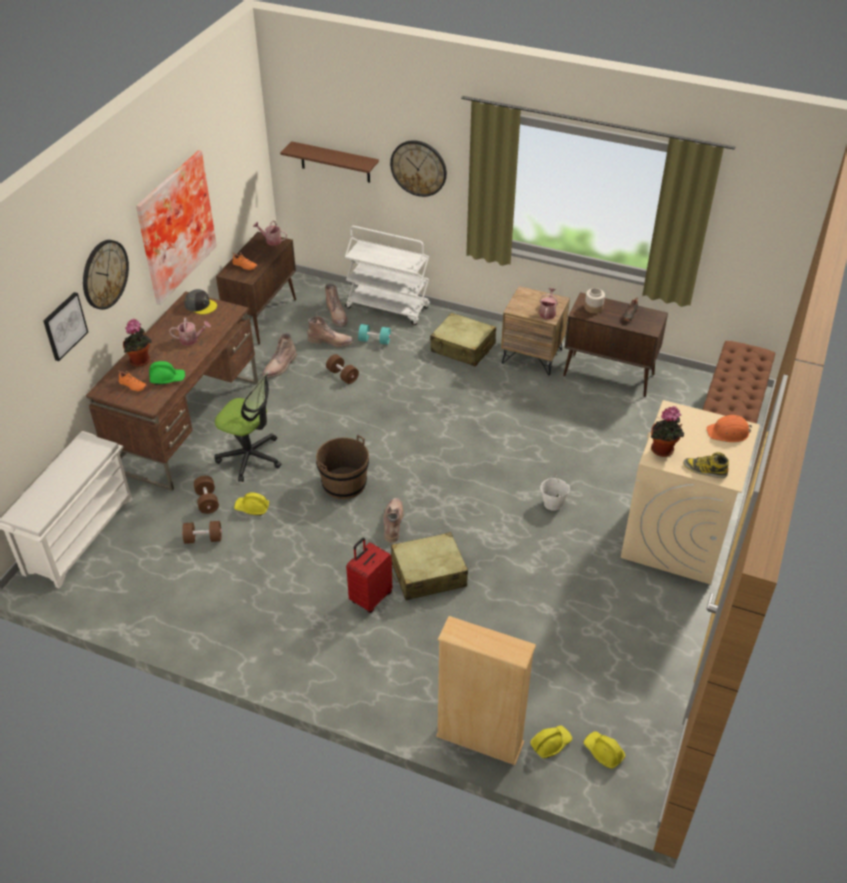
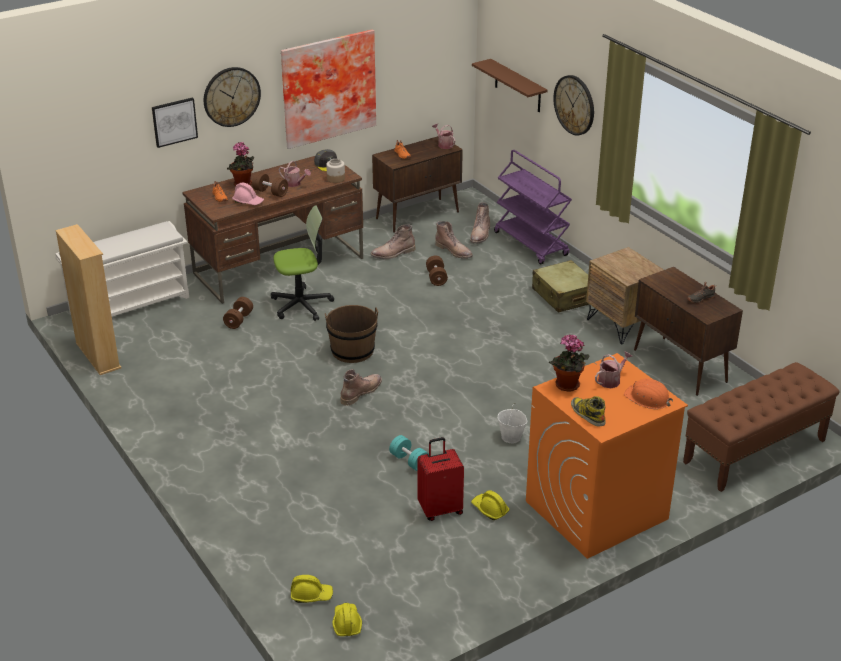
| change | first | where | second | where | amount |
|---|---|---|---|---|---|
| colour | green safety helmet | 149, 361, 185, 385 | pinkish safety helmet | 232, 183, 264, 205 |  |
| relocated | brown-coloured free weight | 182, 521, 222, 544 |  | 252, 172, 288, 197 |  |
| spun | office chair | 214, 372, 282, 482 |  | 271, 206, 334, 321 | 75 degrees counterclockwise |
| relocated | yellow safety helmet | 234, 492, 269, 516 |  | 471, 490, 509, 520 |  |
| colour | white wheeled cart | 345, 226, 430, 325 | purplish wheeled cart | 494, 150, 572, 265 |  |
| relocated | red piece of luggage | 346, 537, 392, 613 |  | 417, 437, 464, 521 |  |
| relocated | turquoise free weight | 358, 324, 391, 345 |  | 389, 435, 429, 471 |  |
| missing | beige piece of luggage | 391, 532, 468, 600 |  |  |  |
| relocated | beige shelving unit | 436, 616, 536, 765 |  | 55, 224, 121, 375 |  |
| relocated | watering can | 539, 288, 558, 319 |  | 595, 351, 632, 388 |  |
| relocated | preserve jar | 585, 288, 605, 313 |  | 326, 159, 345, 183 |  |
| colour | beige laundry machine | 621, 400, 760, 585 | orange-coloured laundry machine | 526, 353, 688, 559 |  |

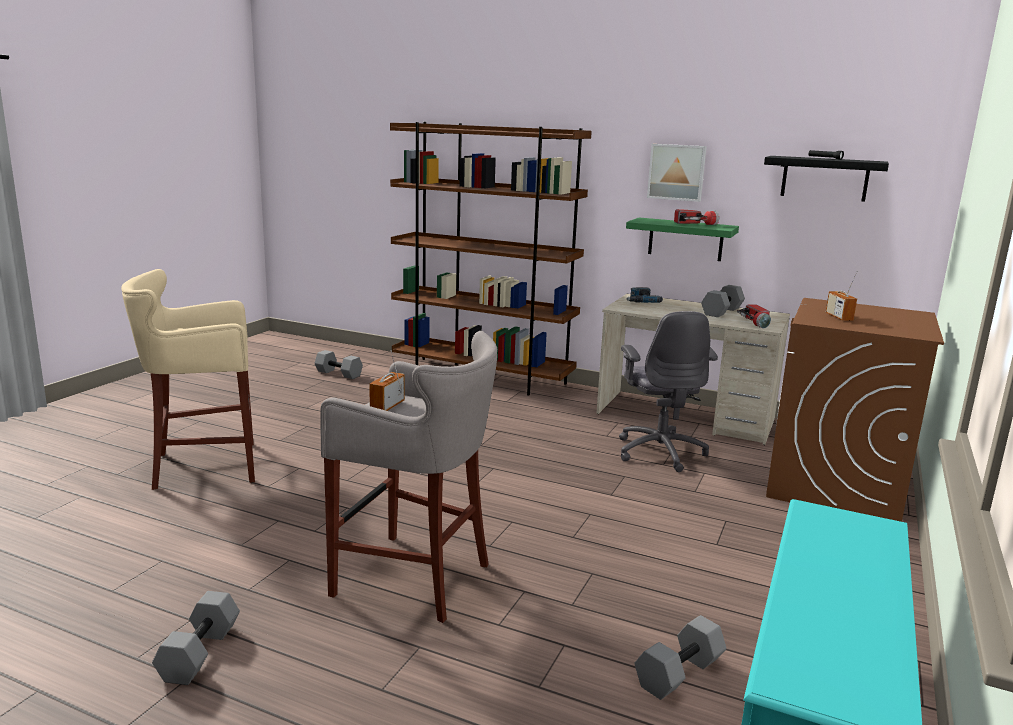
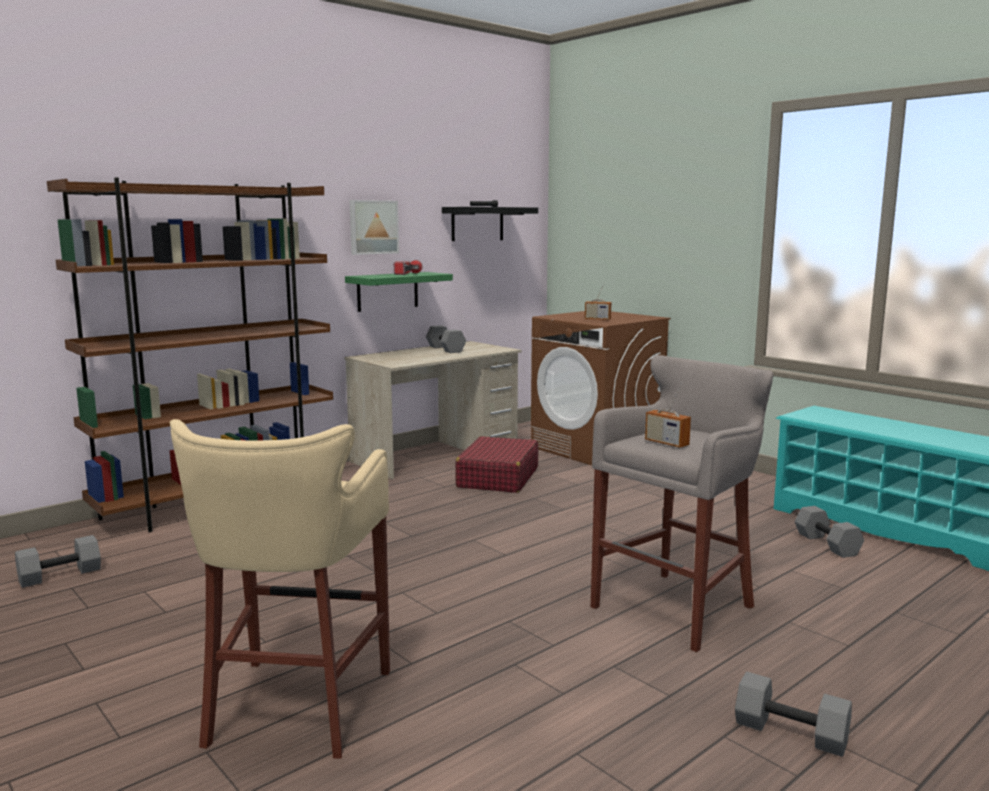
| change | first | where | second | where | amount |
|---|---|---|---|---|---|
| exchanged | gray office chair | 619, 311, 718, 472 | red piece of luggage | 455, 436, 538, 493 |  |
| missing | drill | 626, 287, 663, 303 |  |  |  |
| missing | flashlight | 737, 305, 771, 328 |  |  |  |

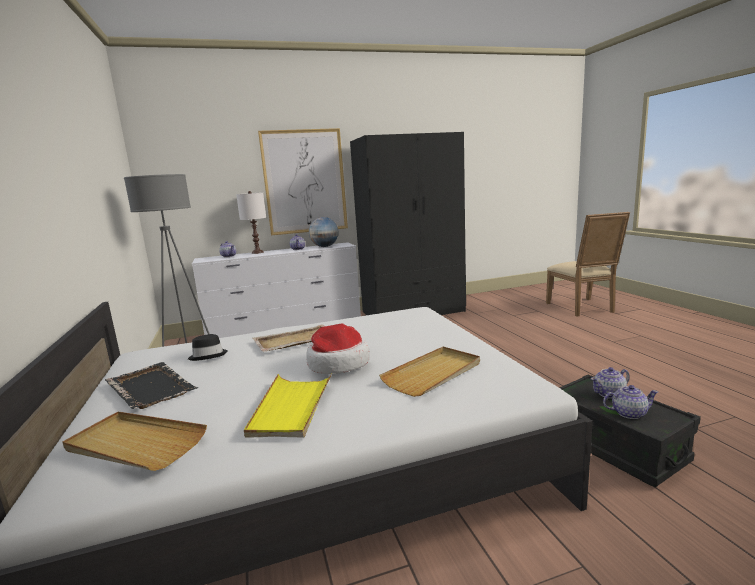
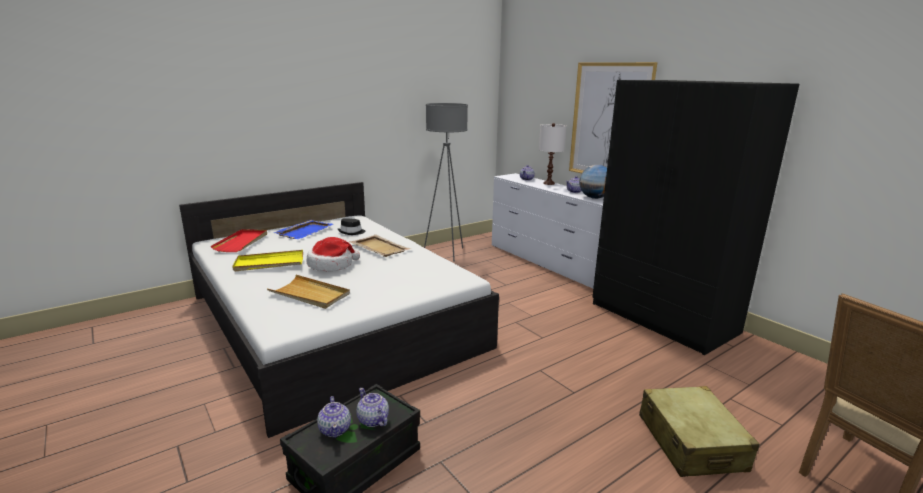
| change | first | where | second | where | amount |
|---|---|---|---|---|---|
| colour | beige serving tray | 63, 412, 207, 471 | red serving tray | 211, 229, 267, 252 |  |
| colour | blackish serving tray | 105, 362, 199, 409 | blue serving tray | 274, 220, 333, 239 |  |
| appeared |  |  | beige piece of luggage | 639, 386, 759, 477 |  |

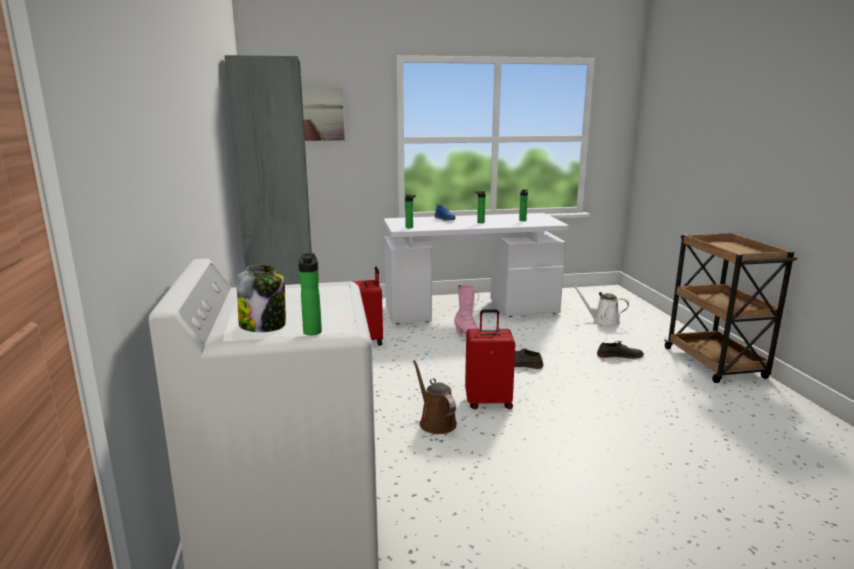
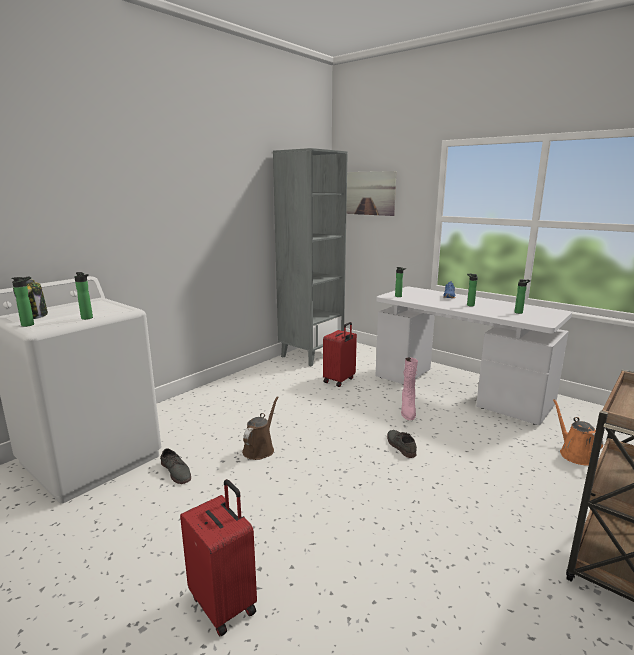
| change | first | where | second | where | amount |
|---|---|---|---|---|---|
| relocated | red piece of luggage | 465, 310, 516, 409 |  | 180, 479, 257, 636 |  |
| colour | white watering can | 572, 285, 629, 327 | orange-coloured watering can | 553, 399, 603, 465 |  |
| relocated | gray item of footwear | 597, 341, 644, 359 |  | 160, 448, 191, 484 |  |
| appeared |  |  | beverage bottle | 74, 272, 93, 320 |  |

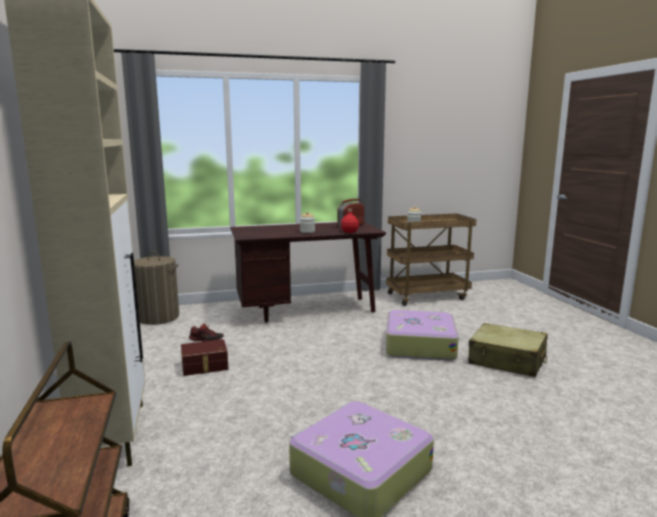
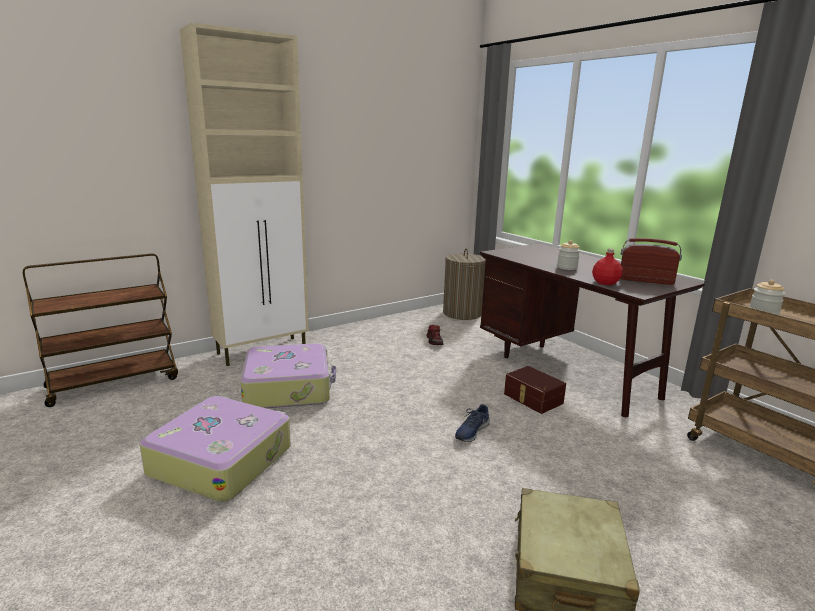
| change | first | where | second | where | amount |
|---|---|---|---|---|---|
| relocated | brown-coloured storage container | 181, 339, 228, 376 |  | 504, 366, 566, 414 |  |
| relocated | piece of luggage | 386, 310, 459, 360 |  | 240, 343, 336, 408 |  |
| appeared |  |  | blue item of footwear | 455, 404, 490, 442 |  |

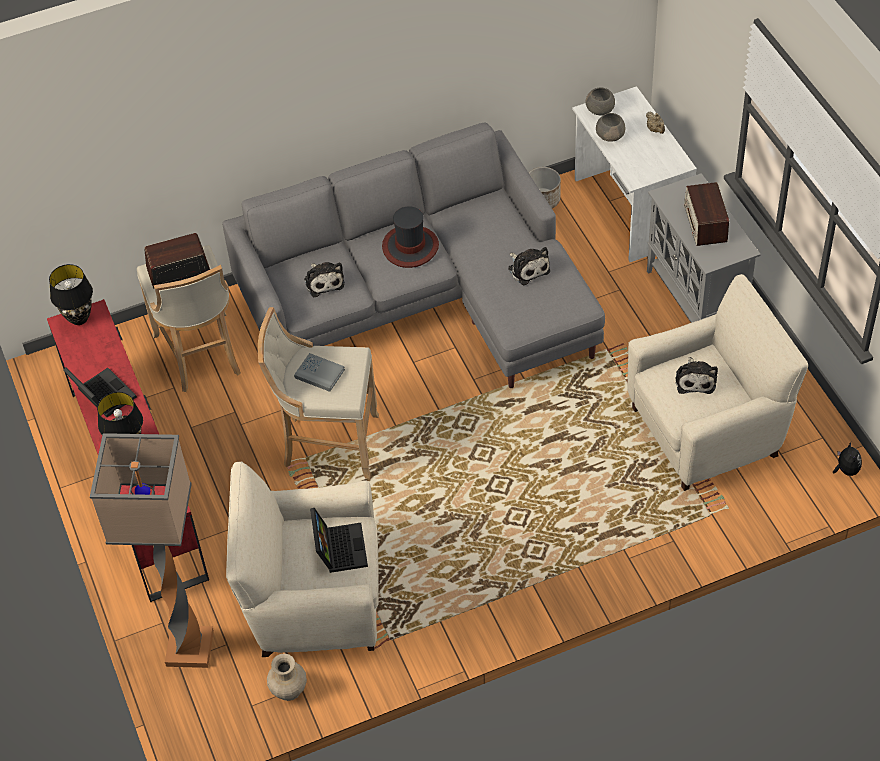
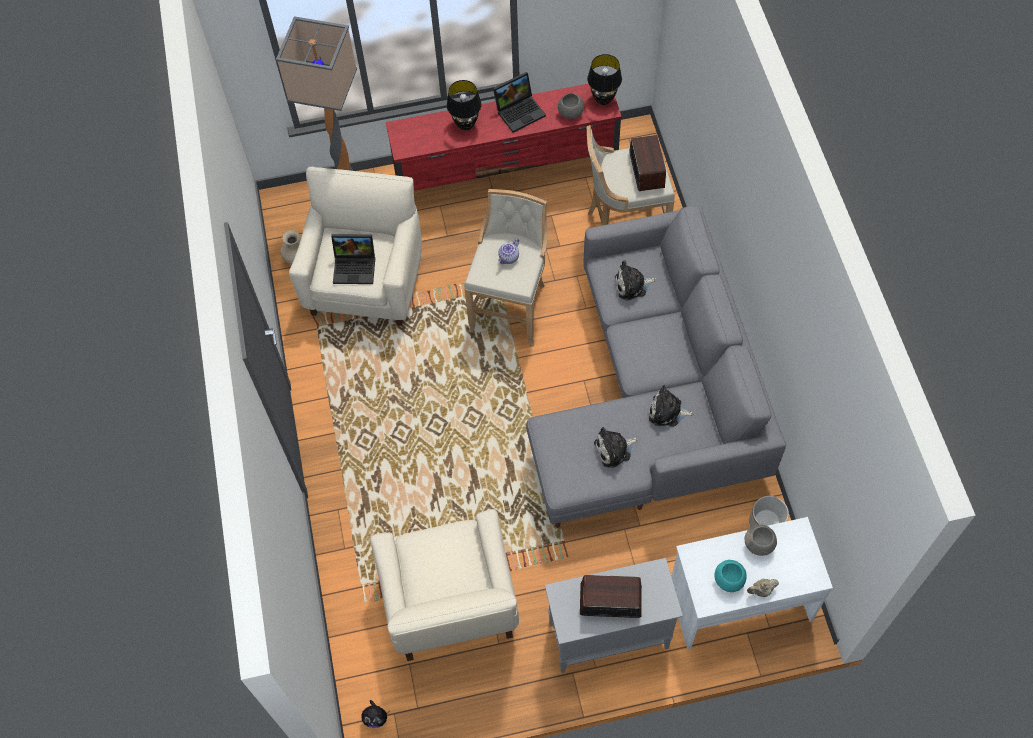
| change | first | where | second | where | amount |
|---|---|---|---|---|---|
| exchanged | gray volume | 294, 353, 345, 392 | tea pot | 498, 239, 519, 264 |  |
| missing | wearable hat | 382, 206, 439, 268 |  |  |  |
| relocated | gray deep dish | 586, 87, 615, 115 |  | 558, 93, 584, 119 |  |
| relocated | soft toy | 675, 357, 718, 394 |  | 649, 385, 694, 427 |  |
| appeared |  |  | turquoise deep dish | 714, 560, 747, 592 |  |

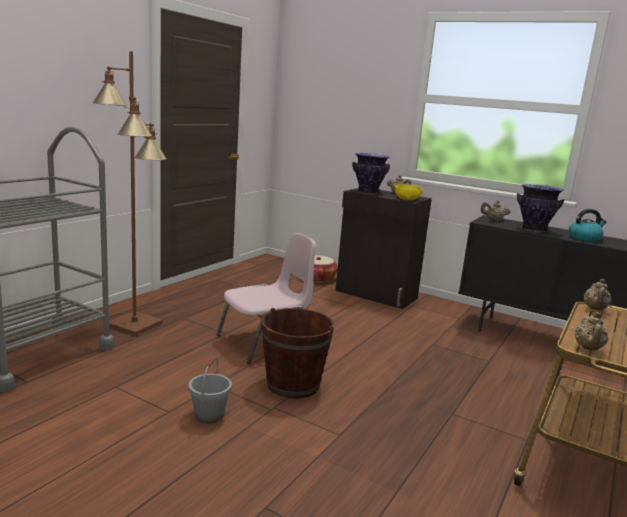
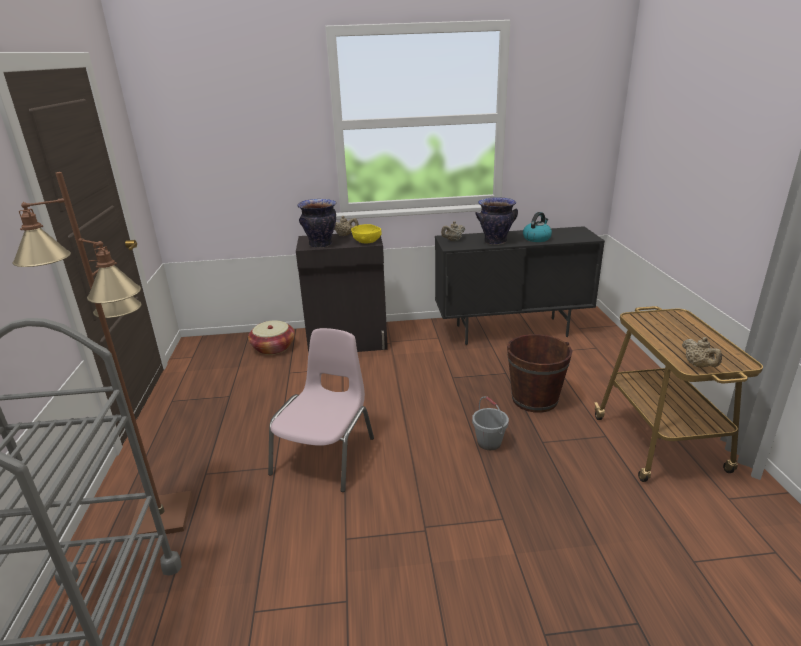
| change | first | where | second | where | amount |
|---|---|---|---|---|---|
| relocated | gray bucket | 189, 357, 232, 423 |  | 472, 396, 509, 450 |  |
| relocated | brown-coloured bucket | 261, 308, 335, 399 |  | 507, 334, 573, 413 |  |
| missing | beige tea pot | 584, 279, 611, 310 |  |  |  |

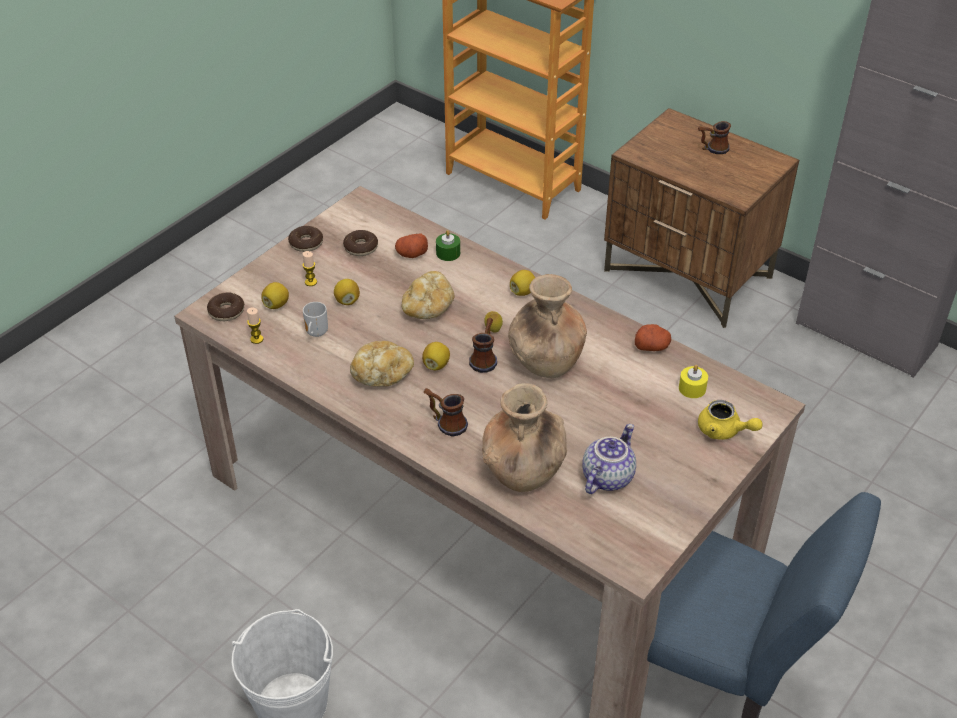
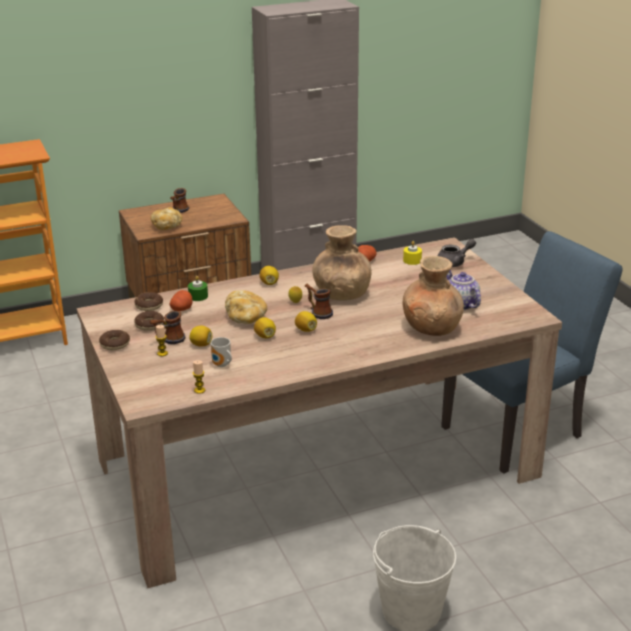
| change | first | where | second | where | amount |
|---|---|---|---|---|---|
| relocated | donut | 207, 292, 244, 321 |  | 134, 292, 163, 311 |  |
| relocated | whole lemon | 262, 282, 289, 309 |  | 254, 317, 276, 338 |  |
| relocated | baked bread | 350, 341, 414, 387 |  | 150, 207, 183, 230 |  |
| relocated | mug | 424, 388, 468, 437 |  | 149, 311, 185, 344 |  |
| colour | yellow tea pot | 698, 400, 763, 440 | gray tea pot | 437, 239, 476, 267 |  |

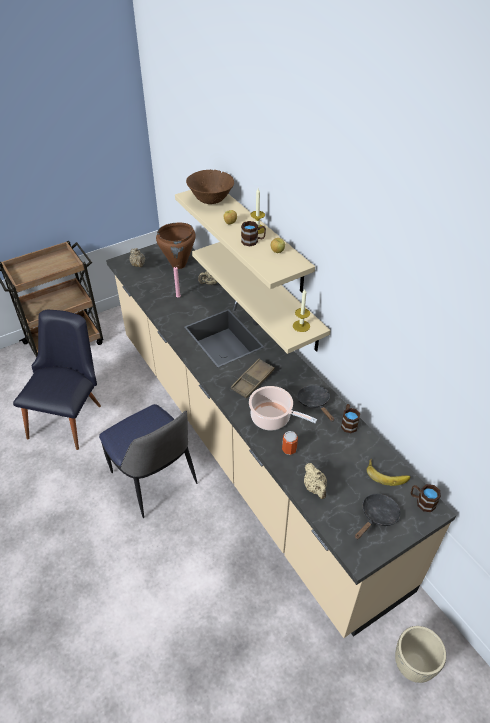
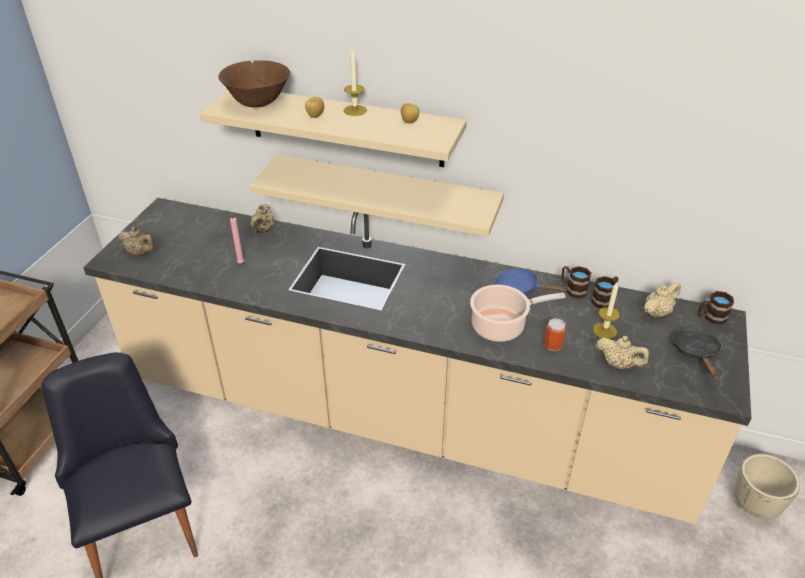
| change | first | where | second | where | amount |
|---|---|---|---|---|---|
| missing | plain chair | 99, 404, 198, 518 |  |  |  |
| missing | brown-coloured stockpot | 156, 223, 196, 269 |  |  |  |
| missing | brown-coloured serving tray | 231, 359, 275, 398 |  |  |  |
| relocated | brown-coloured mug | 241, 221, 266, 246 |  | 591, 276, 618, 308 |  |
| relocated | wax candle | 293, 289, 310, 332 |  | 593, 282, 620, 339 |  |
| colour | blackish frying pan | 297, 385, 334, 422 | blue frying pan | 495, 268, 569, 294 |  |
| exchanged | banana fruit | 367, 459, 410, 486 | beige tea pot | 644, 282, 681, 318 |  |

